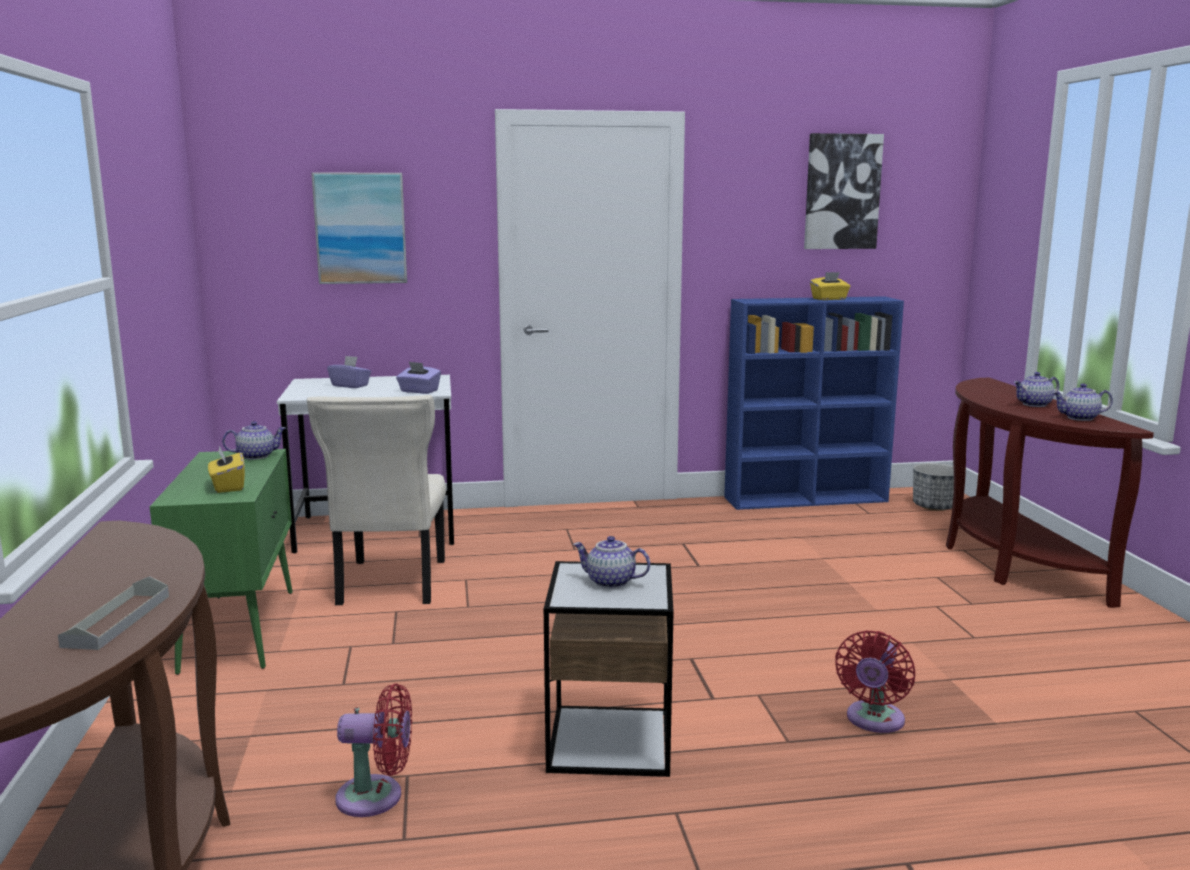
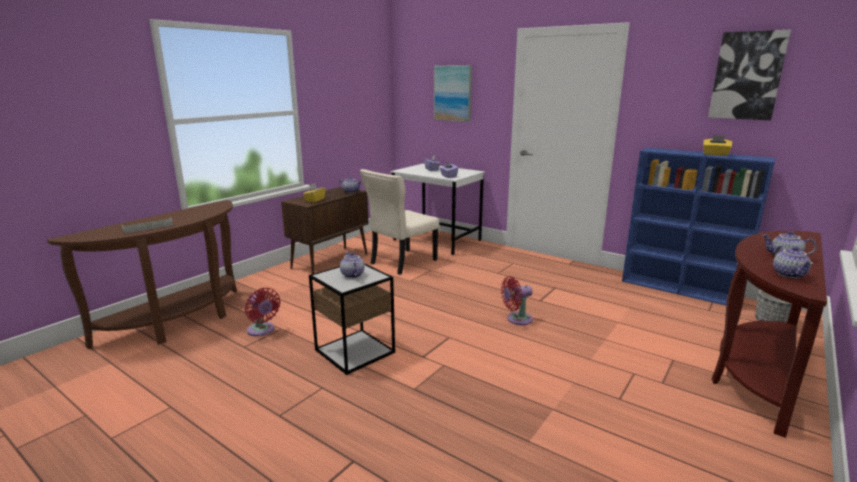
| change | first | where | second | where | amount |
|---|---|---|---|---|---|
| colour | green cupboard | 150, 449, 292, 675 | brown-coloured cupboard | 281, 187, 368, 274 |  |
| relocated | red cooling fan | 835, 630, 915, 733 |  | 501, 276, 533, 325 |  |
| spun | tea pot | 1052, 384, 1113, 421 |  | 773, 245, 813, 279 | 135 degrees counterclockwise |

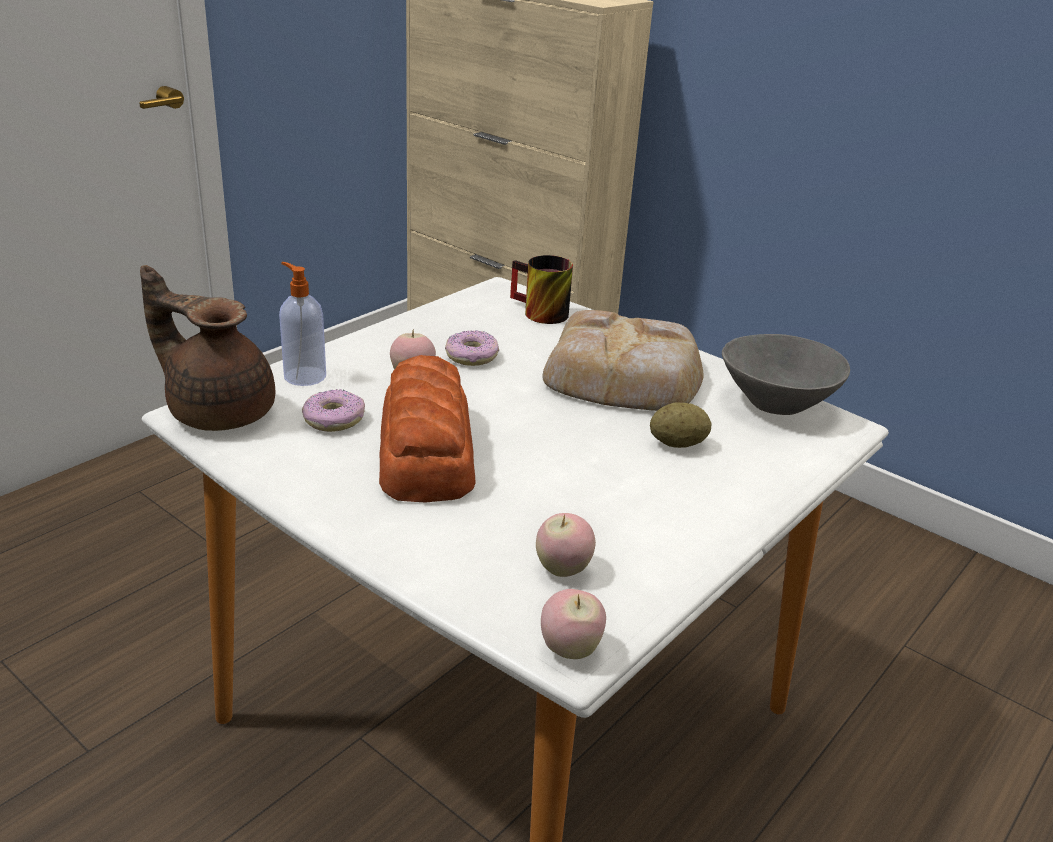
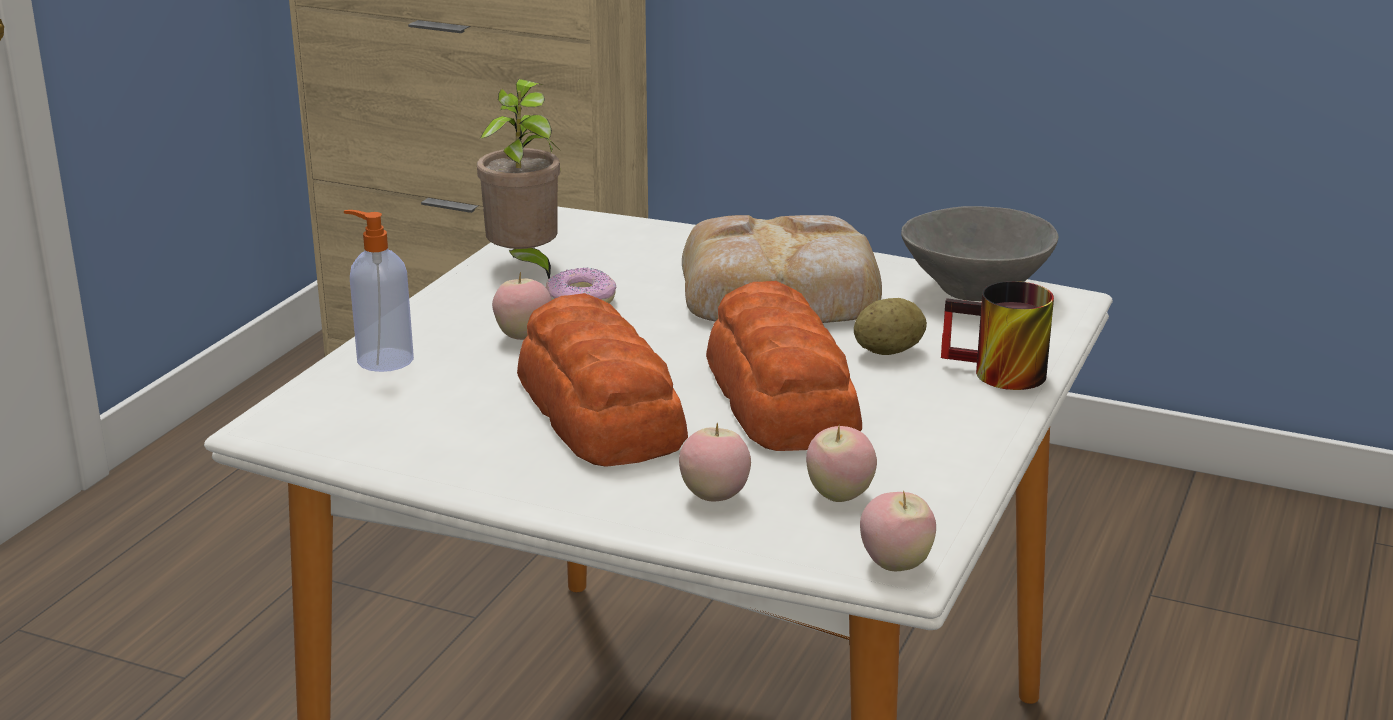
| change | first | where | second | where | amount |
|---|---|---|---|---|---|
| missing | brown-coloured tea pot | 140, 265, 275, 431 |  |  |  |
| missing | donut | 302, 389, 365, 432 |  |  |  |
| relocated | mug | 510, 255, 573, 324 |  | 941, 281, 1054, 390 |  |
| appeared |  |  | plant in a pot | 477, 79, 560, 279 |  |
| appeared |  |  | whole apple | 679, 423, 751, 501 |  |
| appeared |  |  | baked bread | 706, 281, 862, 451 |  |

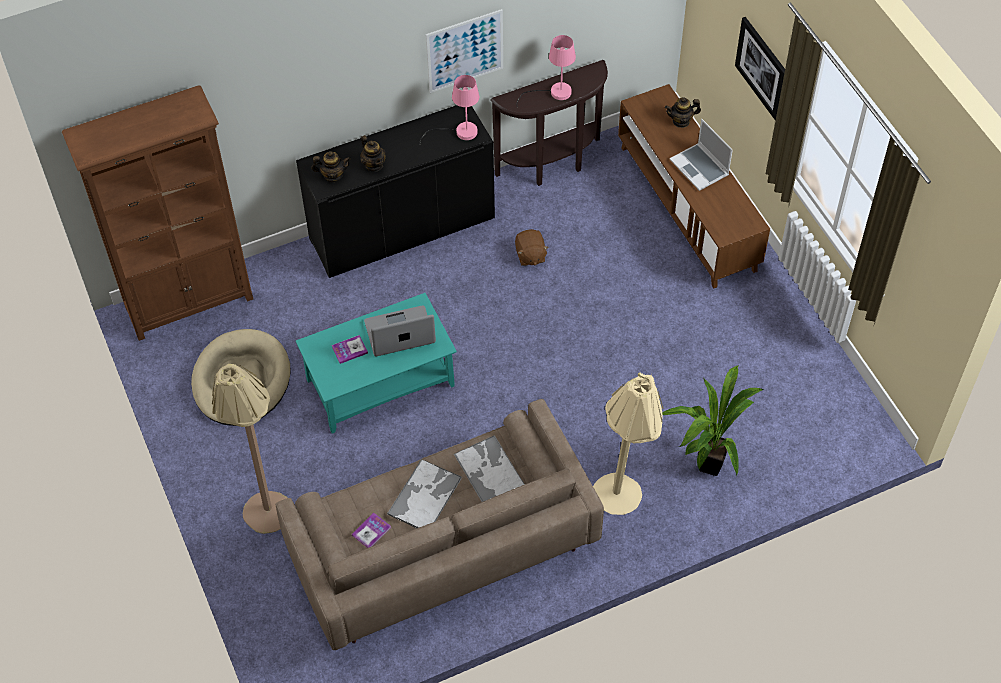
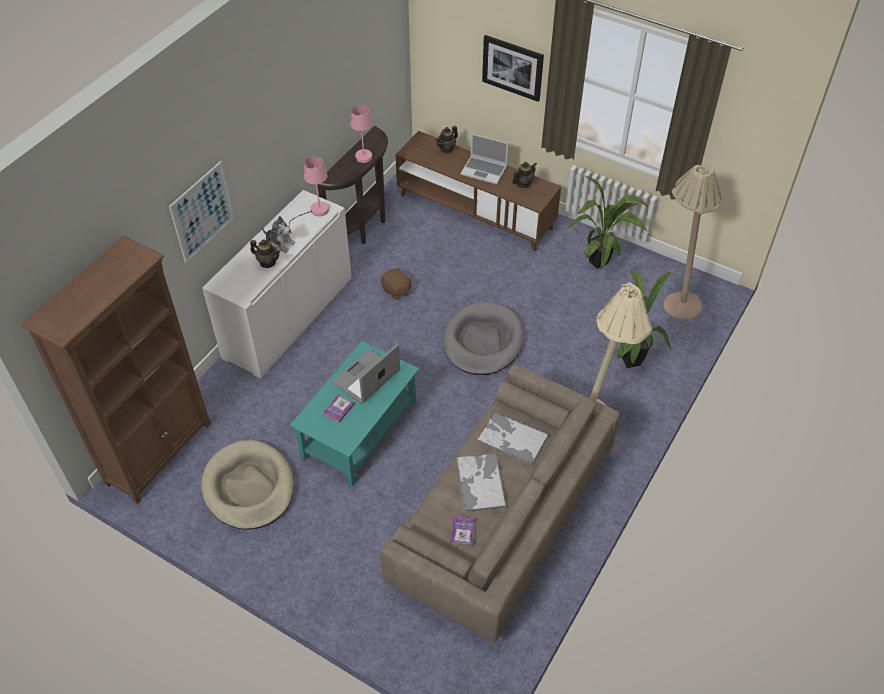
| change | first | where | second | where | amount |
|---|---|---|---|---|---|
| relocated | beige standard lamp | 212, 364, 288, 534 |  | 664, 165, 722, 319 |  |
| colour | blackish cupboard | 296, 105, 495, 278 | white cupboard | 202, 190, 352, 378 |  |
| relocated | tea pot | 312, 151, 351, 182 |  | 512, 162, 537, 188 |  |
| relocated | wall picture | 426, 9, 503, 93 |  | 169, 161, 234, 263 |  |
| appeared |  |  | soft toy | 262, 216, 295, 253 |  |
| appeared |  |  | gray pet bed | 443, 302, 524, 375 |  |
| appeared |  |  | plant in a pot | 567, 176, 649, 270 |  |

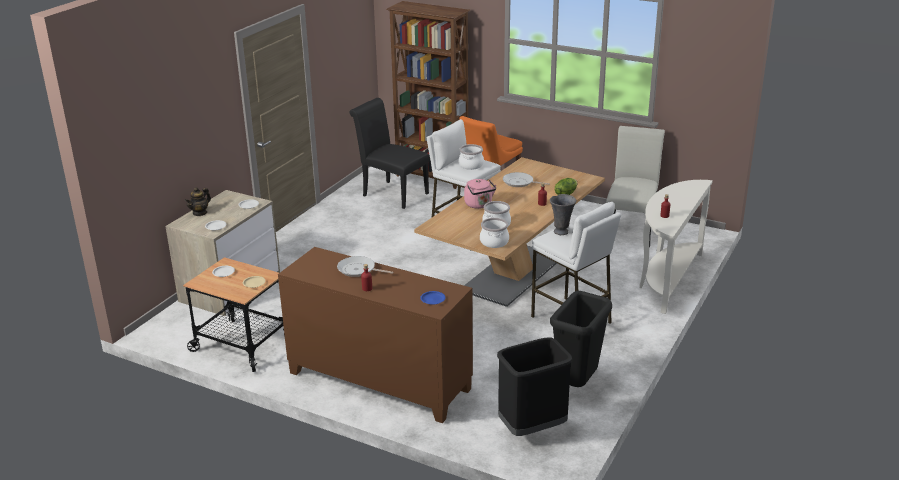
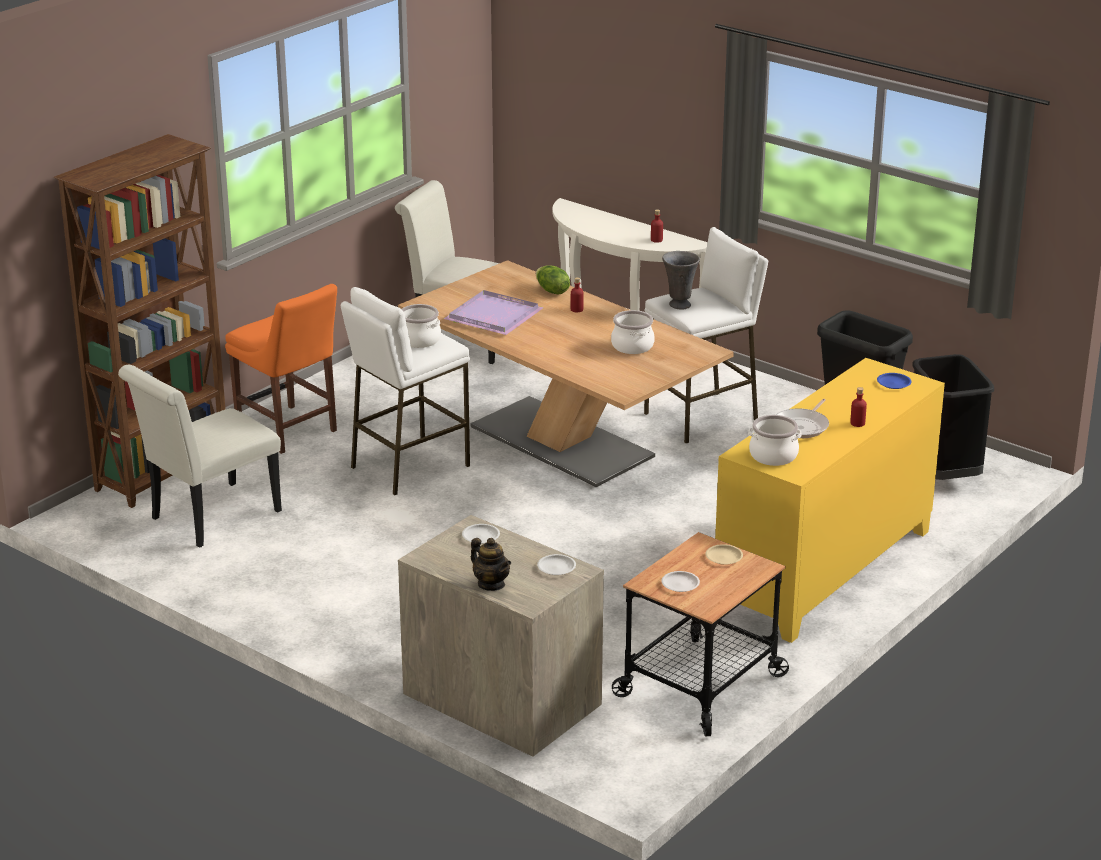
| change | first | where | second | where | amount |
|---|---|---|---|---|---|
| colour | brown-coloured cupboard | 278, 247, 473, 423 | yellow cupboard | 715, 358, 945, 643 |  |
| colour | blackish plain chair | 349, 98, 430, 209 | white plain chair | 118, 365, 282, 547 |  |
| missing | pinkish tea kettle | 464, 179, 496, 209 |  |  |  |
| relocated | stockpot | 480, 218, 509, 248 |  | 748, 415, 801, 466 |  |
| exchanged | frying pan | 503, 172, 550, 187 | purplish serving tray | 443, 290, 544, 335 |  |

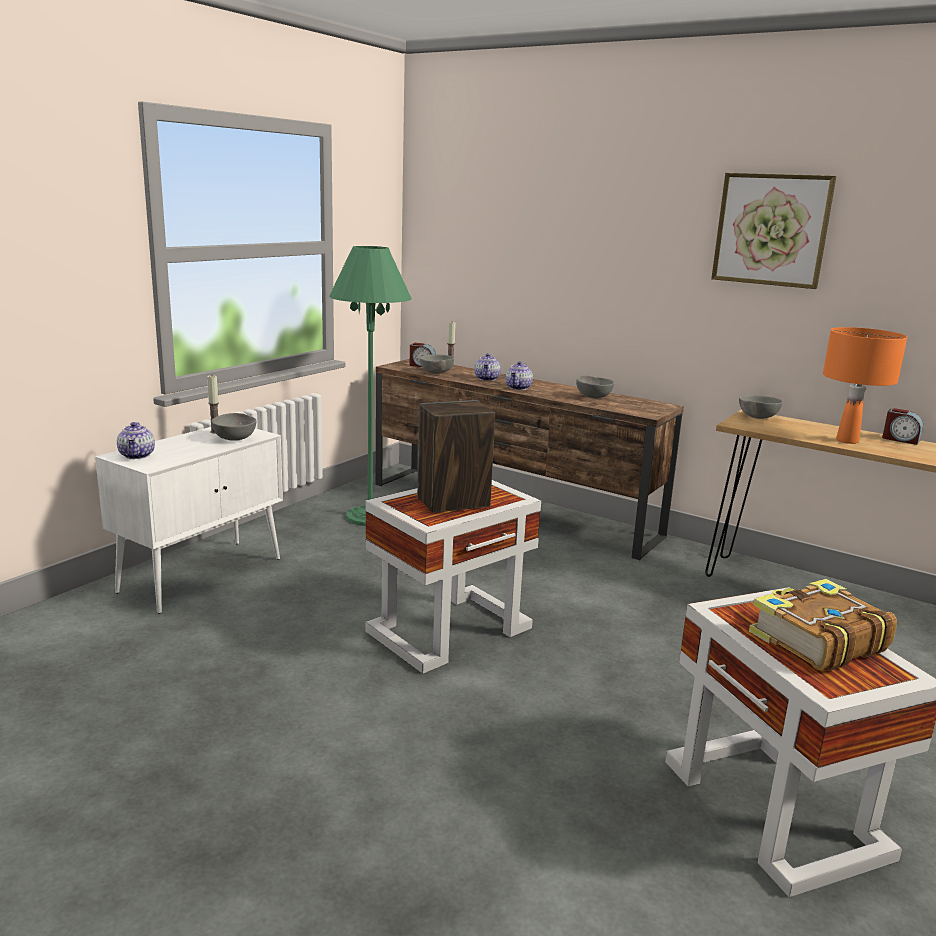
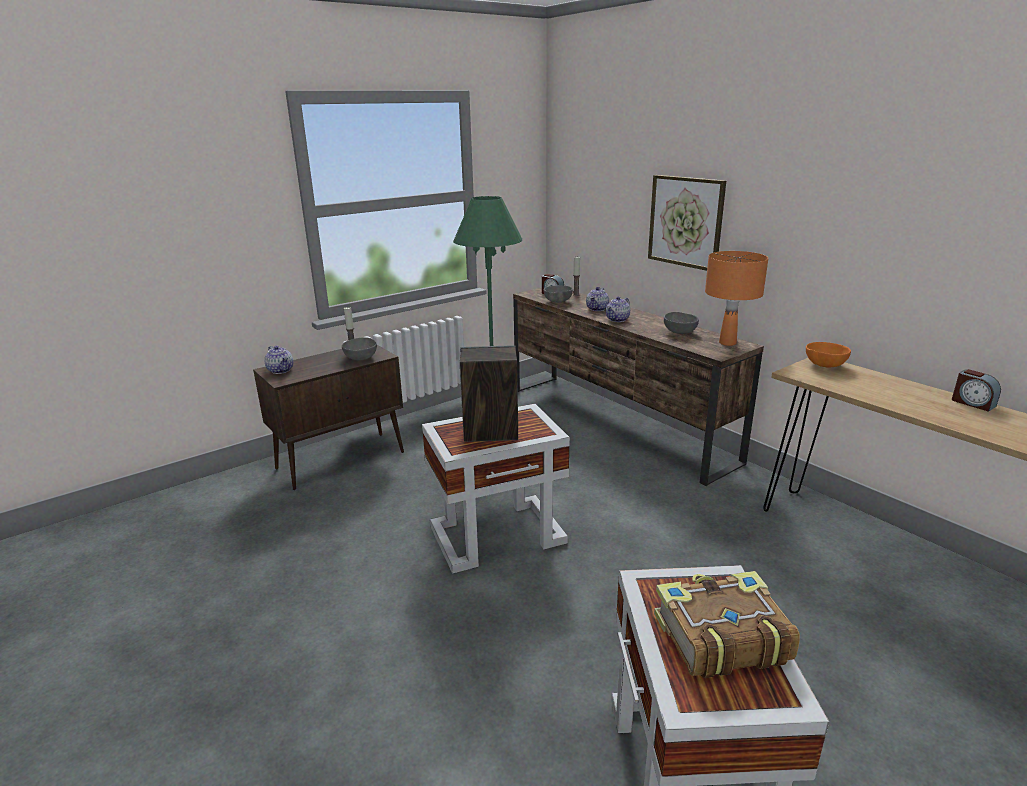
| change | first | where | second | where | amount |
|---|---|---|---|---|---|
| colour | white cupboard | 95, 427, 283, 614 | brown-coloured cupboard | 253, 345, 404, 490 |  |
| spun | tea pot | 117, 422, 155, 459 |  | 264, 346, 293, 374 | 45 degrees counterclockwise |
| relocated | wall picture | 711, 173, 836, 289 |  | 648, 175, 726, 271 |  |
| colour | gray deep dish | 739, 395, 782, 419 | orange-coloured deep dish | 806, 342, 851, 367 |  |
| relocated | orange-coloured table lamp | 823, 327, 907, 444 |  | 705, 251, 768, 346 |  |

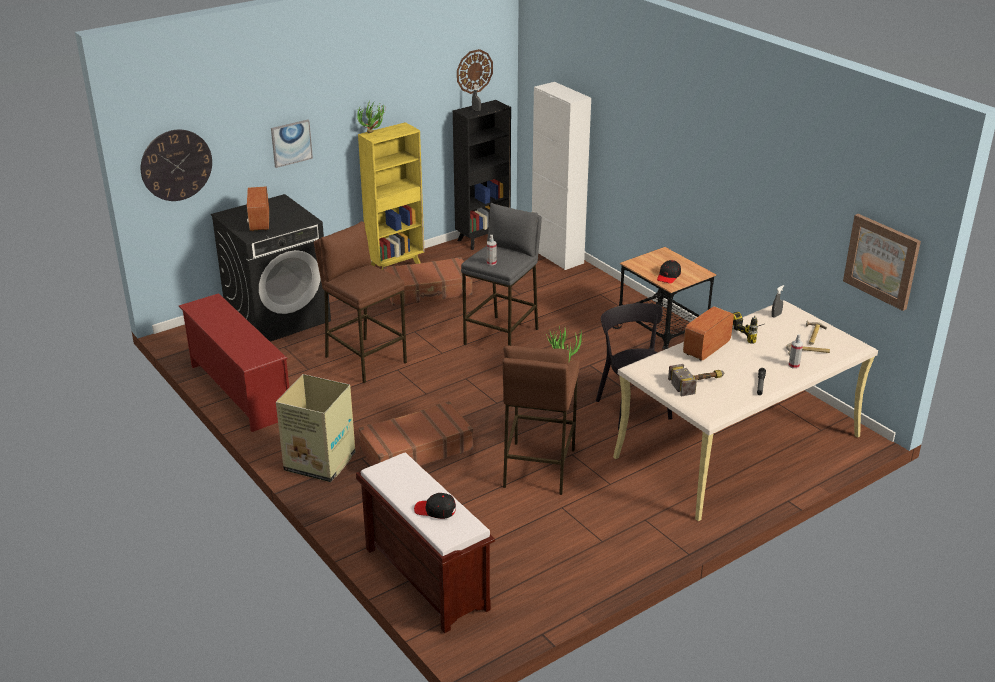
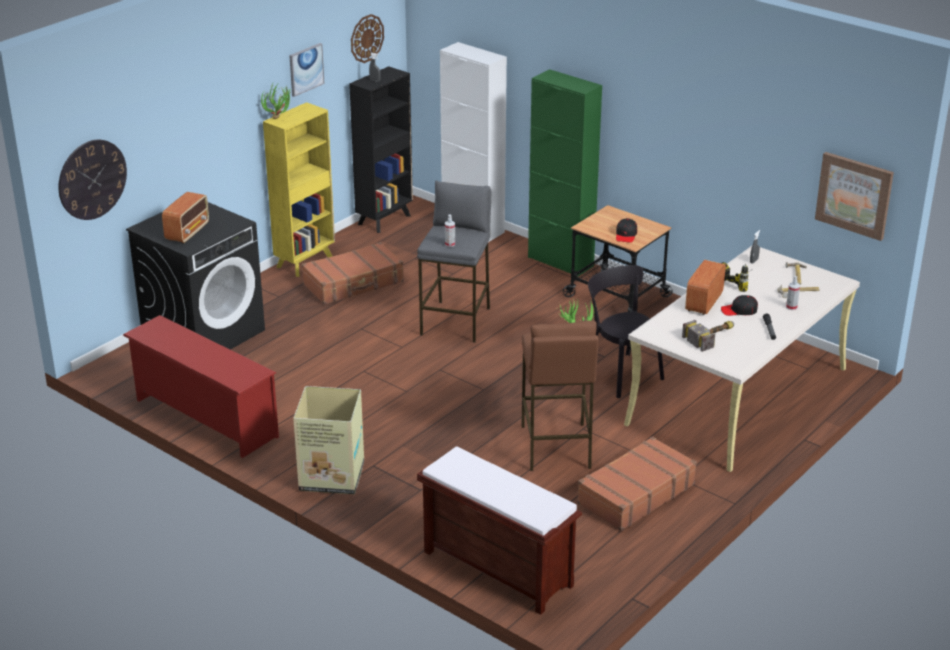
| change | first | where | second | where | amount |
|---|---|---|---|---|---|
| spun | radio set | 247, 186, 269, 232 |  | 162, 192, 209, 243 | 135 degrees counterclockwise |
| relocated | wall picture | 271, 119, 313, 168 |  | 289, 43, 325, 97 |  |
| missing | brown-coloured stool seat | 314, 221, 407, 383 |  |  |  |
| relocated | brown-coloured piece of luggage | 359, 401, 474, 466 |  | 577, 436, 697, 531 |  |
| relocated | blackish peaked cap | 414, 493, 456, 519 |  | 721, 295, 758, 316 |  |
| appeared |  |  | green cupboard | 528, 69, 602, 277 |  |

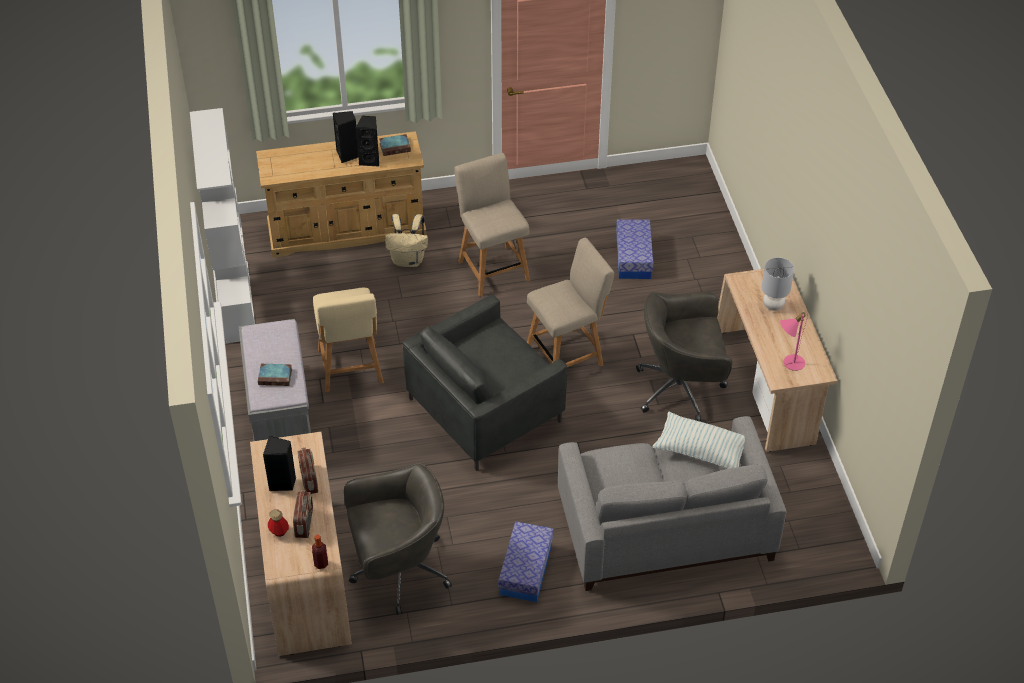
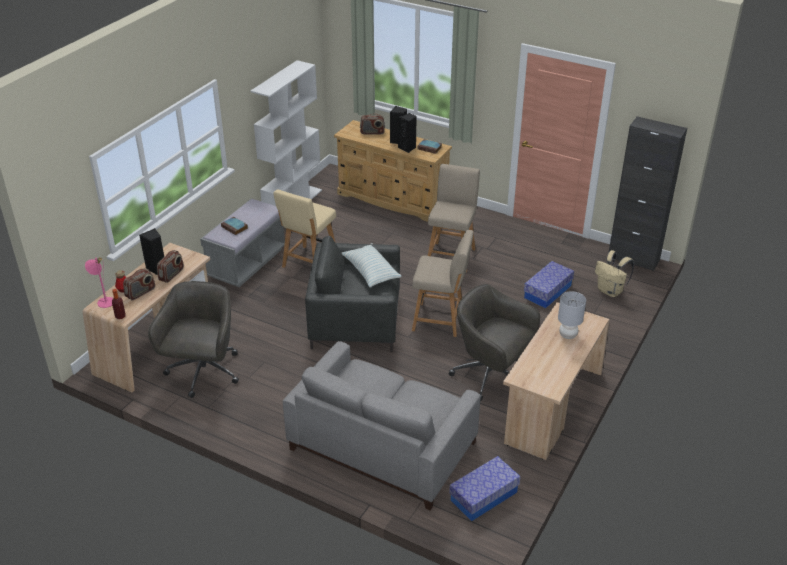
| change | first | where | second | where | amount |
|---|---|---|---|---|---|
| spun | gray office chair | 344, 463, 452, 615 |  | 148, 281, 239, 398 | 105 degrees counterclockwise |
| relocated | beige knapsack | 385, 214, 428, 267 |  | 595, 250, 634, 297 |  |
| relocated | storage container | 498, 521, 554, 602 |  | 449, 456, 520, 521 |  |
| relocated | throw pillow | 652, 412, 745, 469 |  | 342, 243, 401, 288 |  |
| relocated | pinkish table lamp | 780, 312, 808, 371 |  | 85, 257, 113, 308 |  |
| appeared |  |  | radio set | 360, 113, 385, 135 |  |
| appeared |  |  | blackish cupboard | 609, 116, 687, 271 |  |

